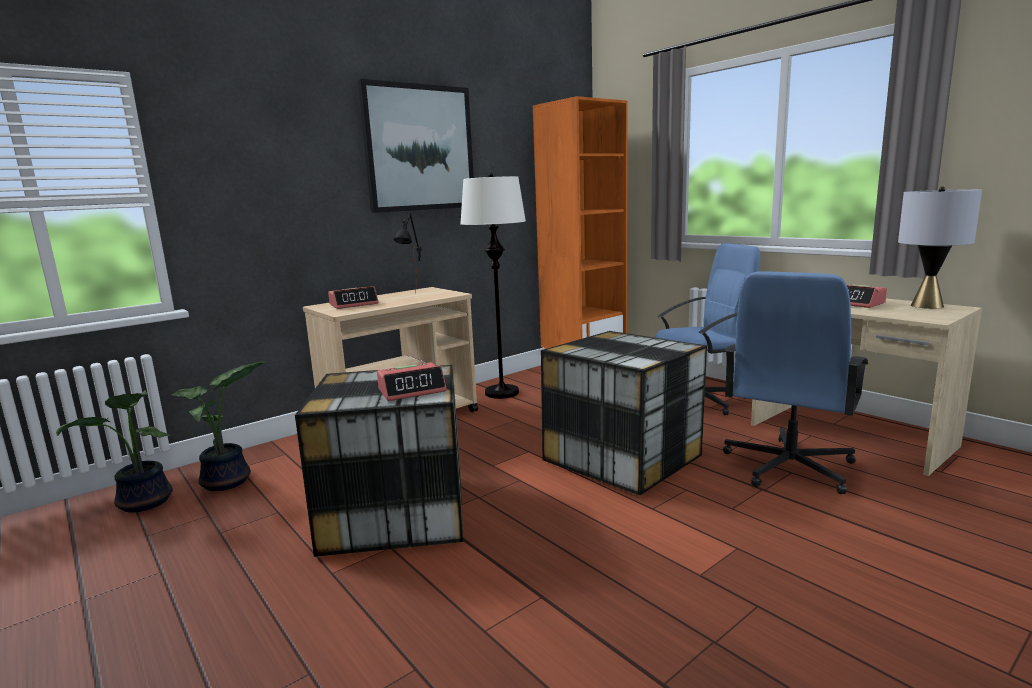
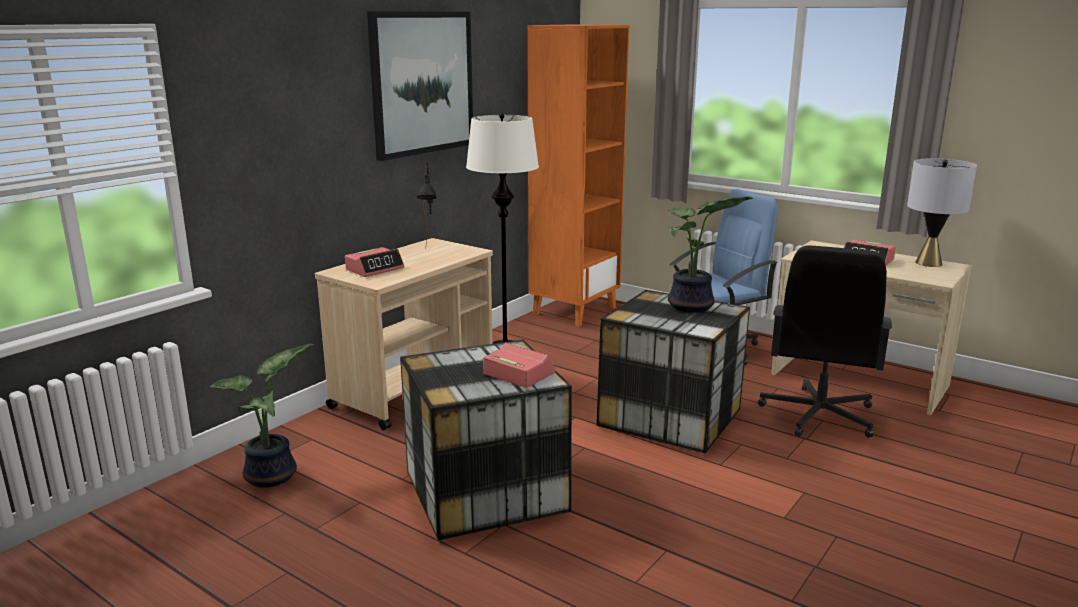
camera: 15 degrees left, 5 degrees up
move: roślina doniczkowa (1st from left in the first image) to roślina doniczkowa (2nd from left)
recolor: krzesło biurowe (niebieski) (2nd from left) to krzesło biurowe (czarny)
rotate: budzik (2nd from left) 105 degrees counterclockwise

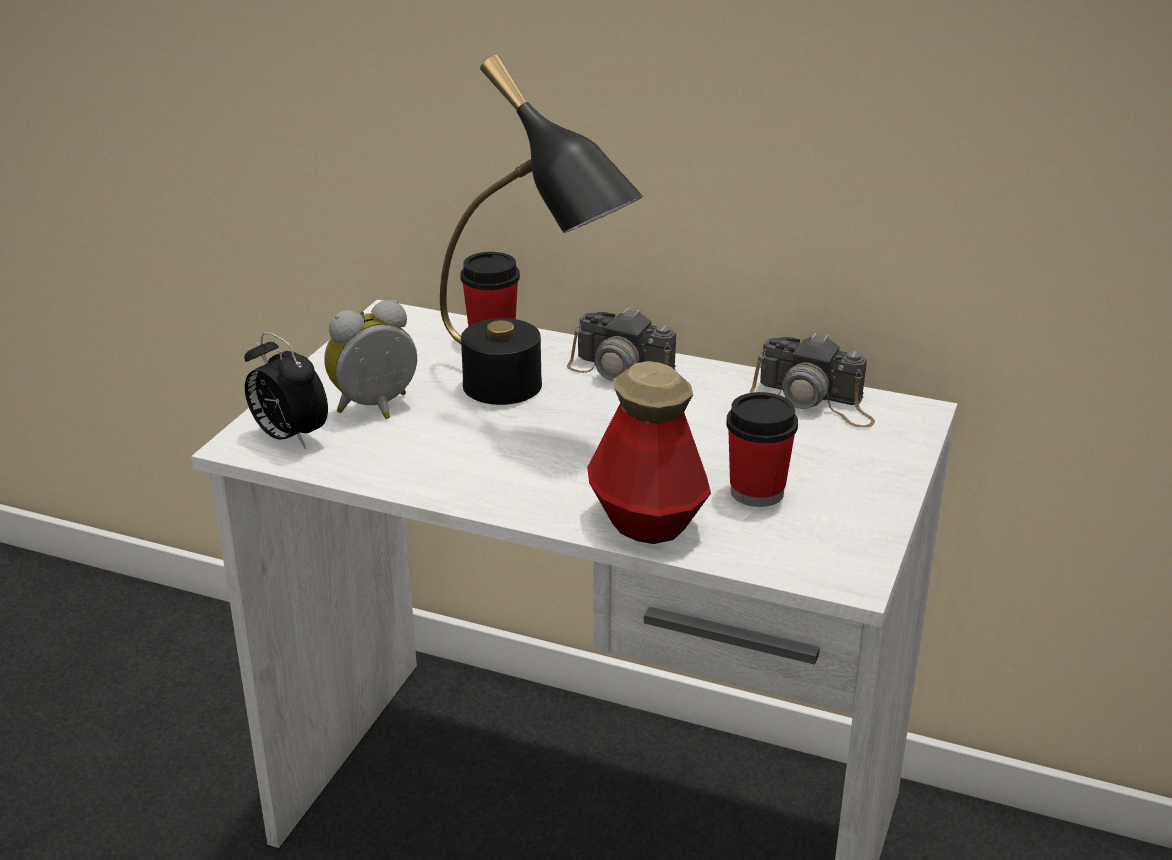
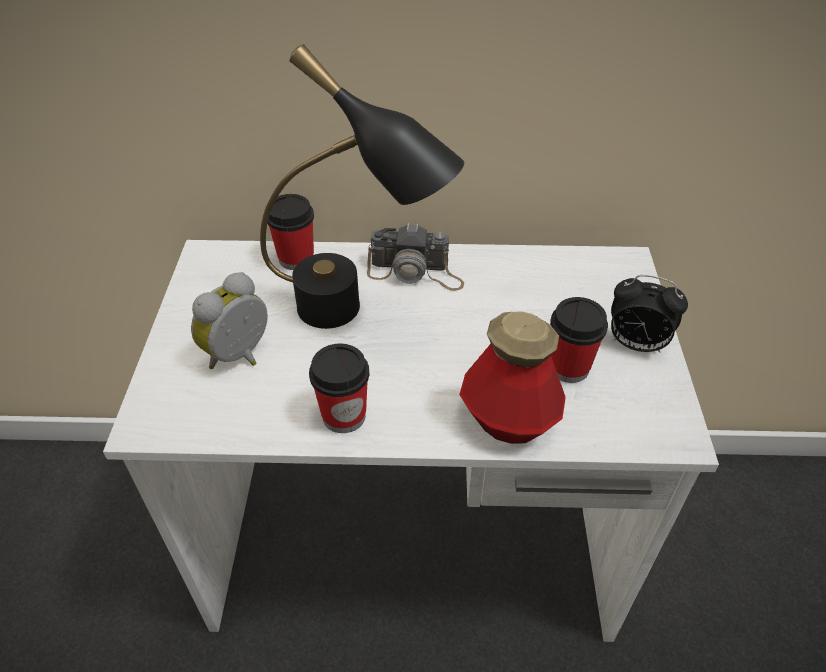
camera: 20 degrees left, 15 degrees up
delete: aparat fotograficzny (2nd from left)
insert: filiżanka (2nd from left)
move: budzik (1st from left in the first image) to budzik (2nd from left)

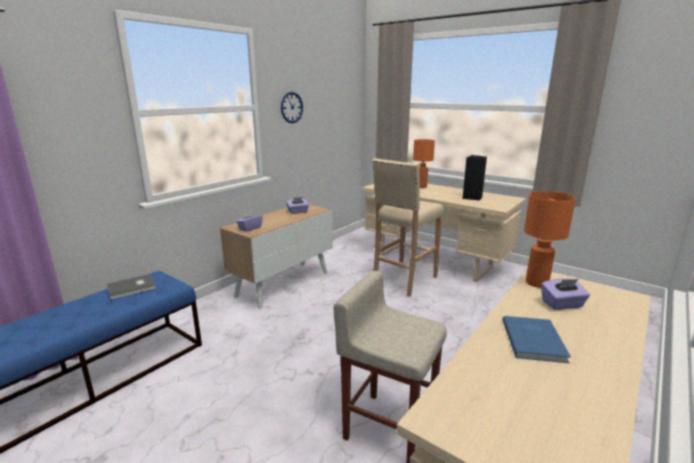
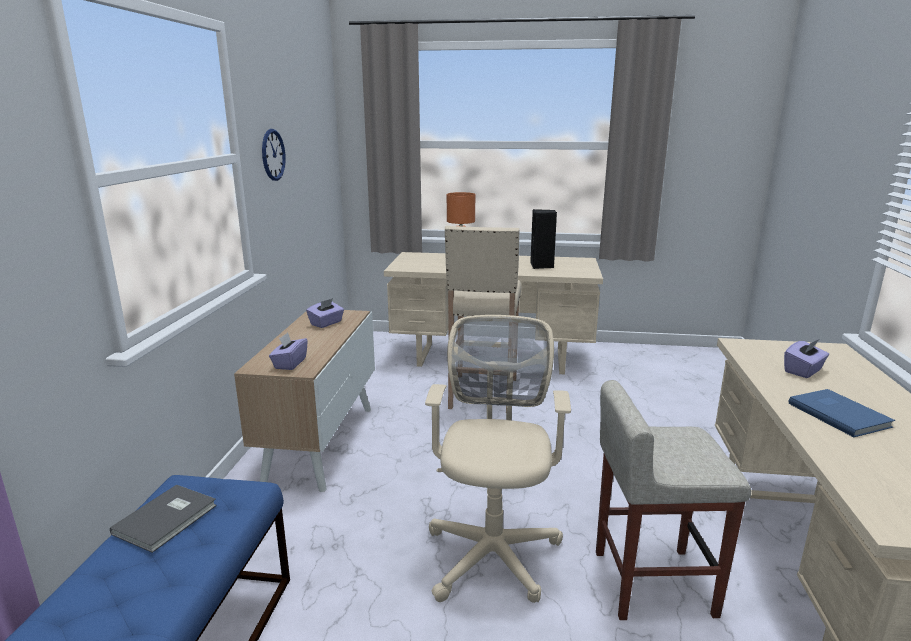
camera: 30 degrees left, 0 degrees up
delete: lampa stołowa (pomarańczowy) (2nd from left)
insert: krzesło biurowe (beżowy)

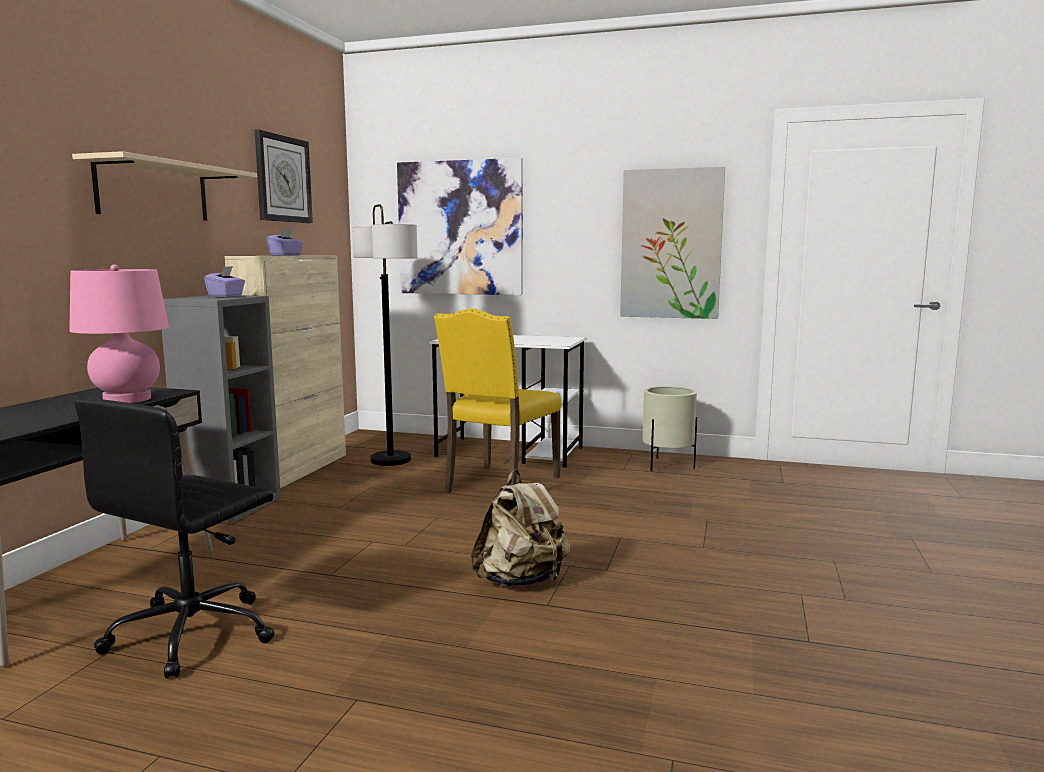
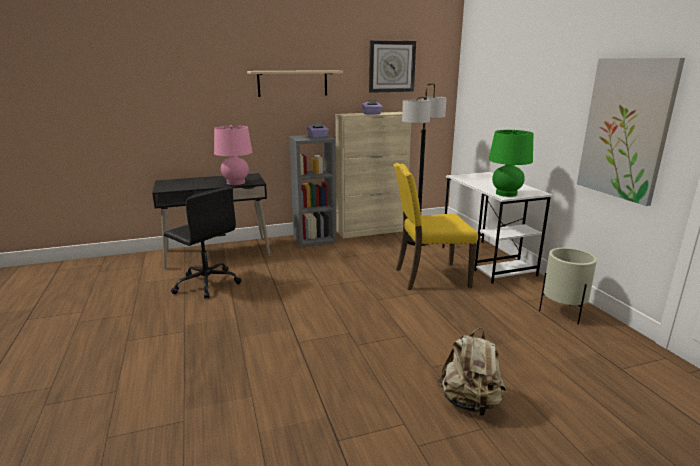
camera: 55 degrees right, 10 degrees up
delete: obraz (1st from left)
insert: lampa stołowa (zielony)
move: plecak (beżowy)
rotate: krzesło biurowe (czarny) 135 degrees counterclockwise

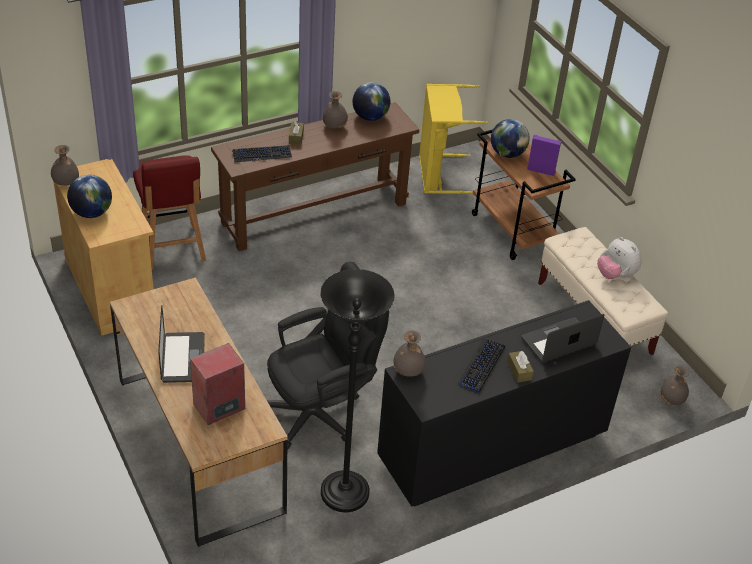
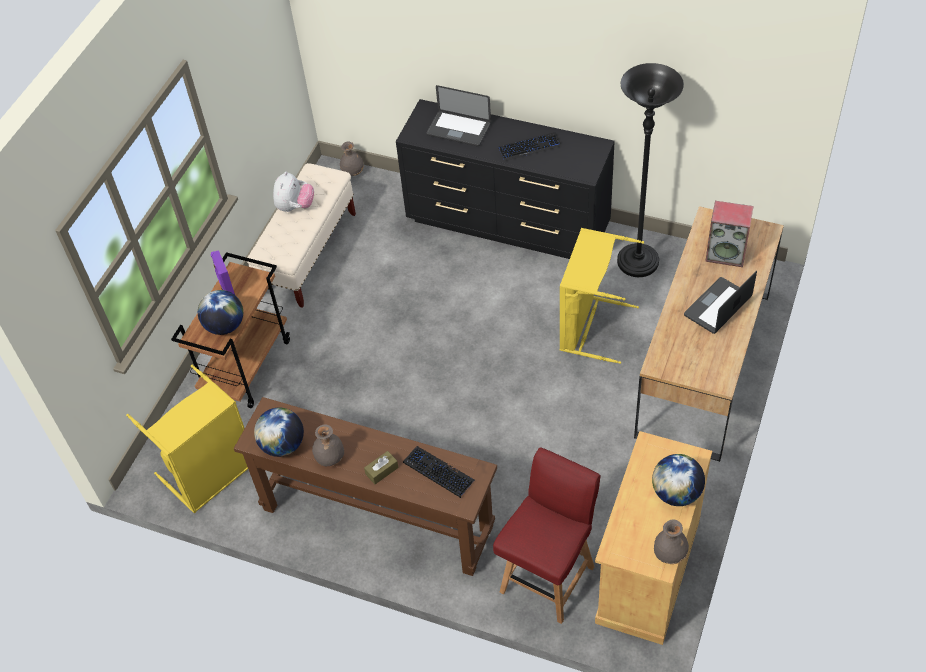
camera: 125 degrees left, 10 degrees up
delete: wazon (szary) (3rd from left); pudełko chusteczek (brązowy) (2nd from left)
replace: krzesło biurowe (czarny) to kosz na pranie (żółty) (2nd from left)

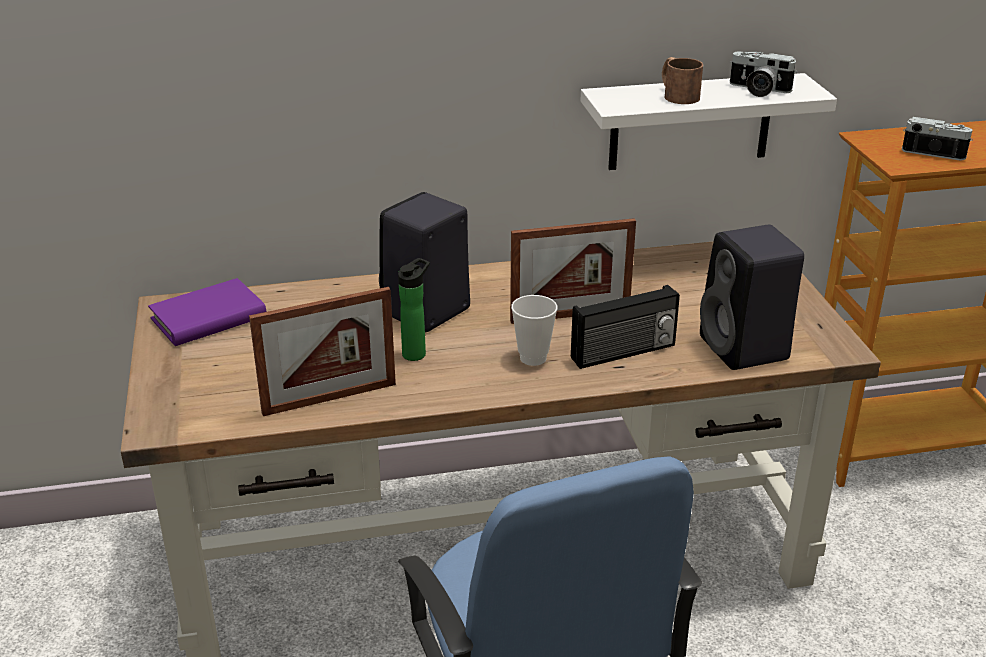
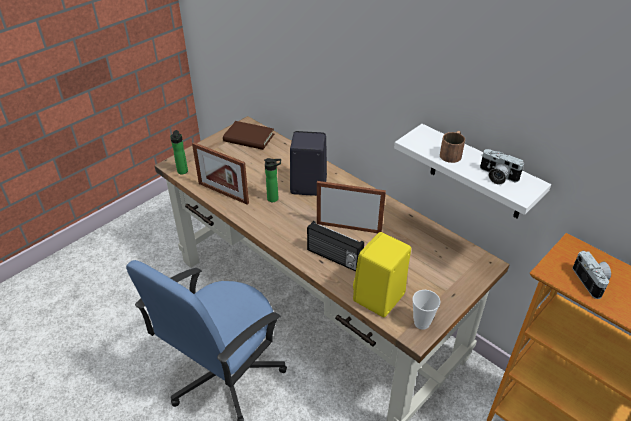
camera: 55 degrees right, 10 degrees up
insert: butelka (1st from left)
move: filiżanka
recolor: książka (fioletowy) to książka (brązowy); głośnik (czarny) (2nd from left) to głośnik (żółty)
rotate: ramka na zdjęcie (2nd from left) 150 degrees clockwise; aparat fotograficzny (1st from left) 45 degrees counterclockwise

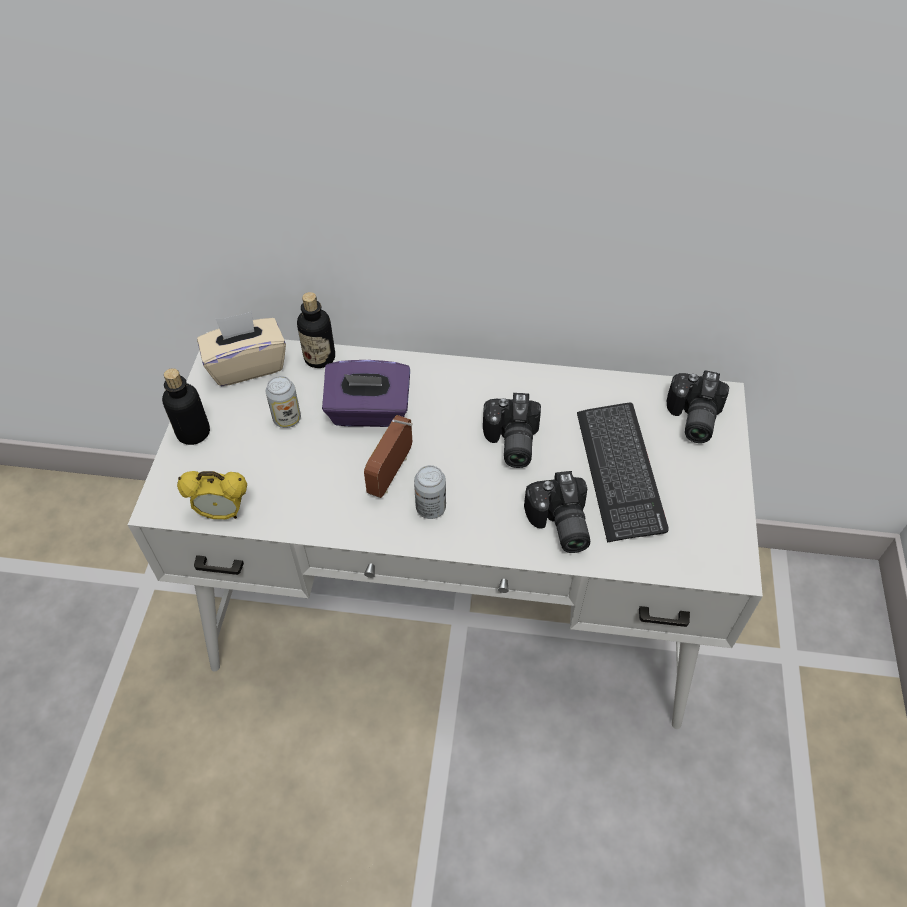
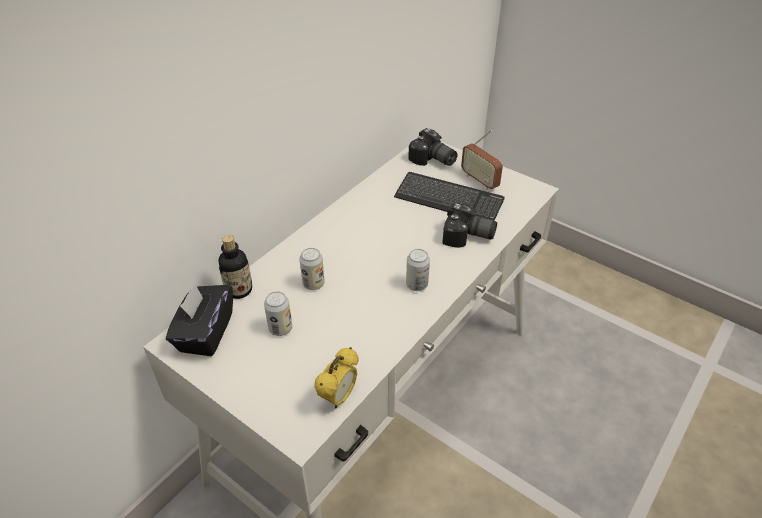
camera: 60 degrees left, 10 degrees down
delete: butelka (1st from left); aparat fotograficzny (1st from left)
move: radio
replace: pudełko chusteczek (fioletowy) to puszka (2nd from left)
recolor: pudełko chusteczek (beżowy) to pudełko chusteczek (czarny)

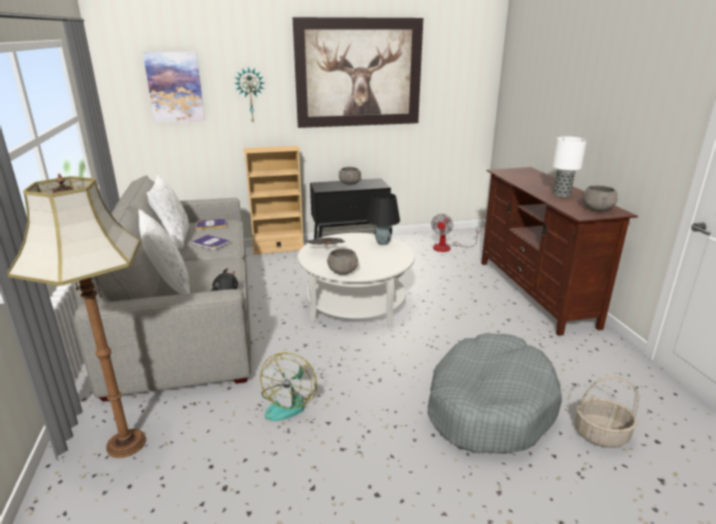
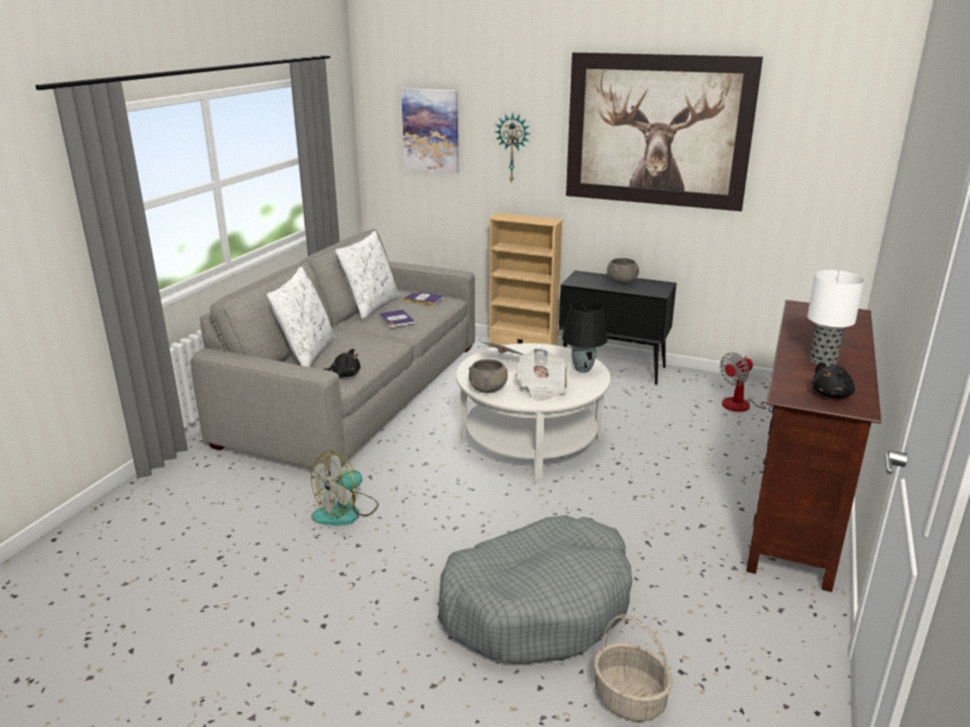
camera: 35 degrees right, 0 degrees up
delete: lampa stojąca
insert: gazeta (2nd from left)
replace: miska (szary) (3rd from left) to pluszak (czarny) (2nd from left)

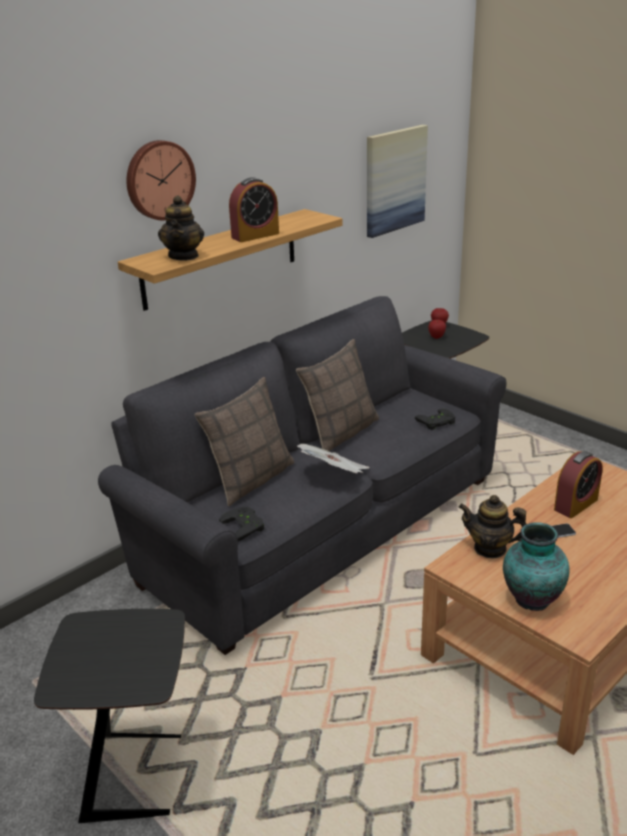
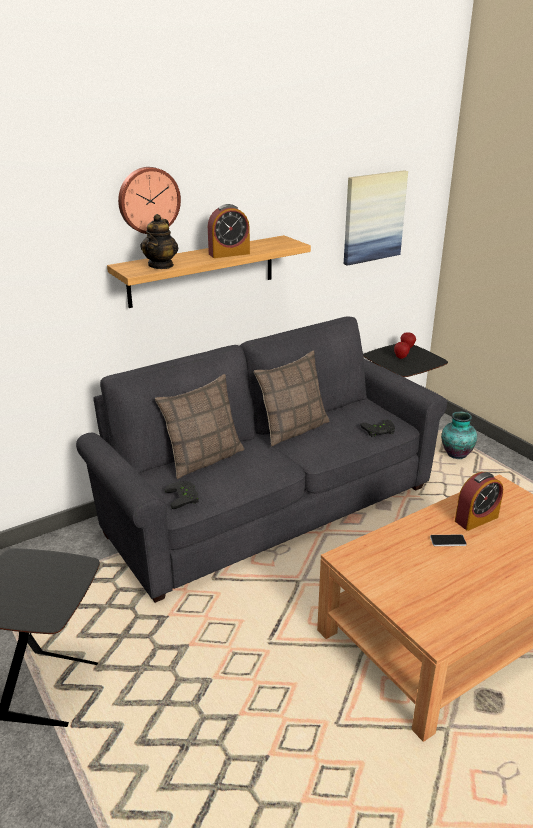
camera: 10 degrees right, 0 degrees up
delete: gazeta; imbryk (2nd from left)
move: wazon

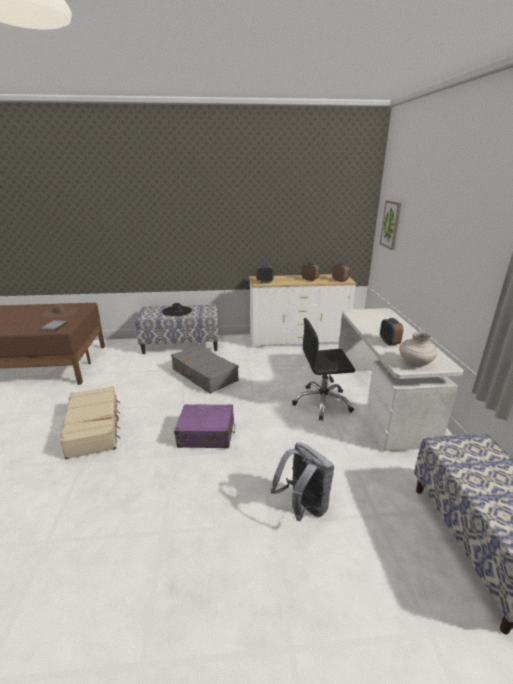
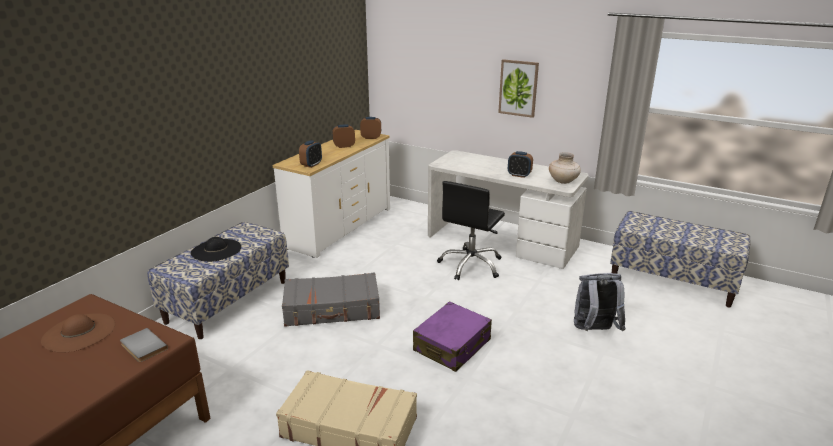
camera: 55 degrees left, 0 degrees up
move: obraz

